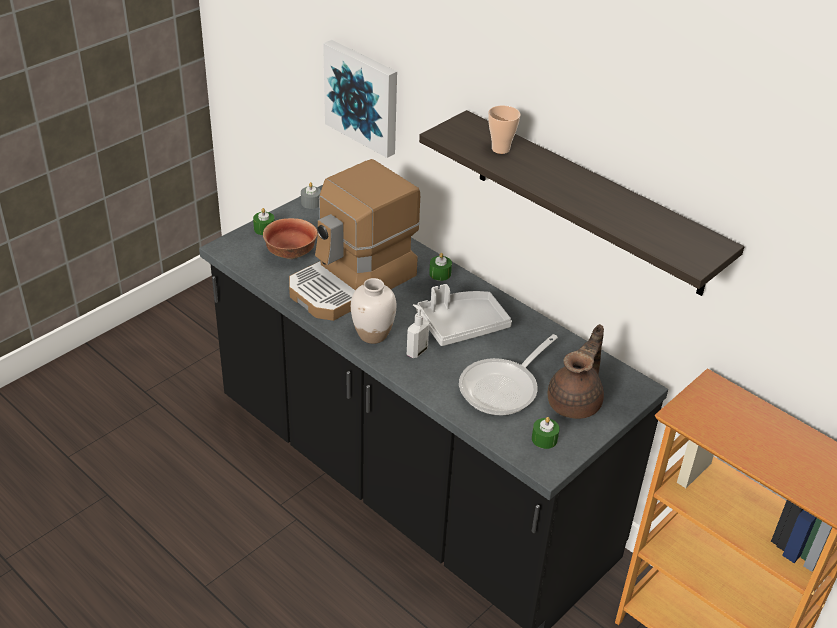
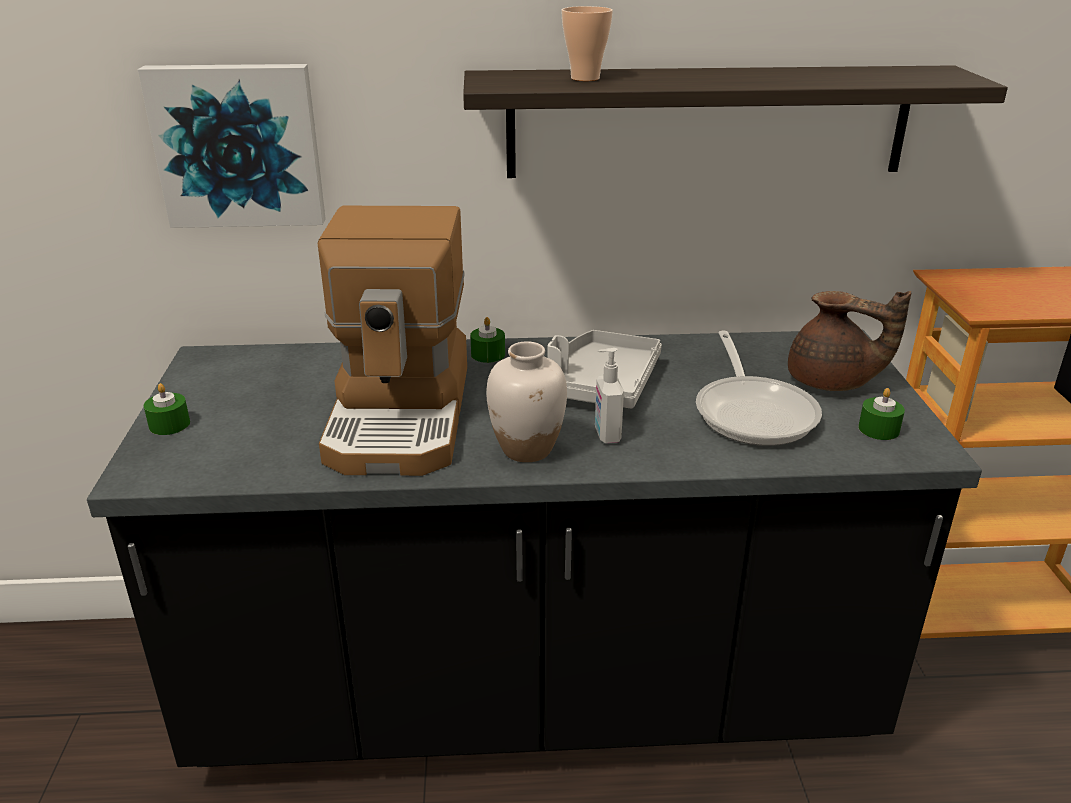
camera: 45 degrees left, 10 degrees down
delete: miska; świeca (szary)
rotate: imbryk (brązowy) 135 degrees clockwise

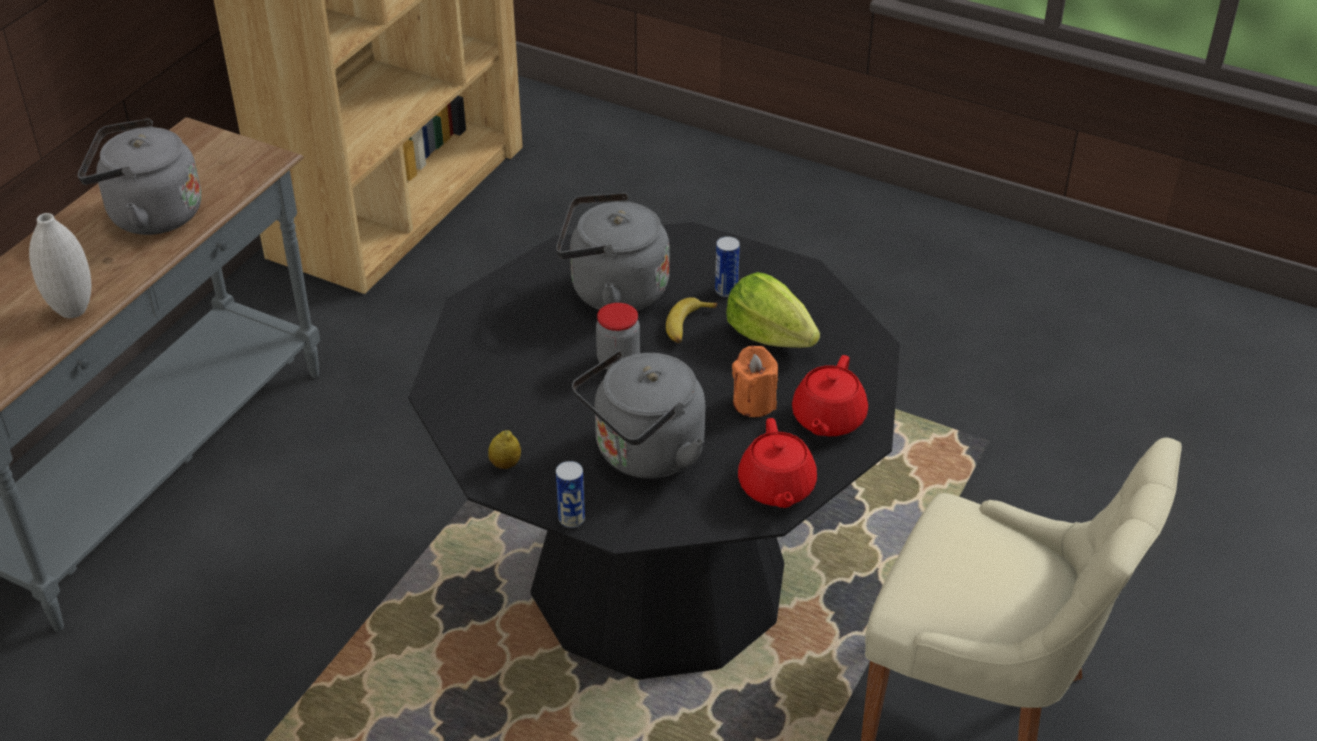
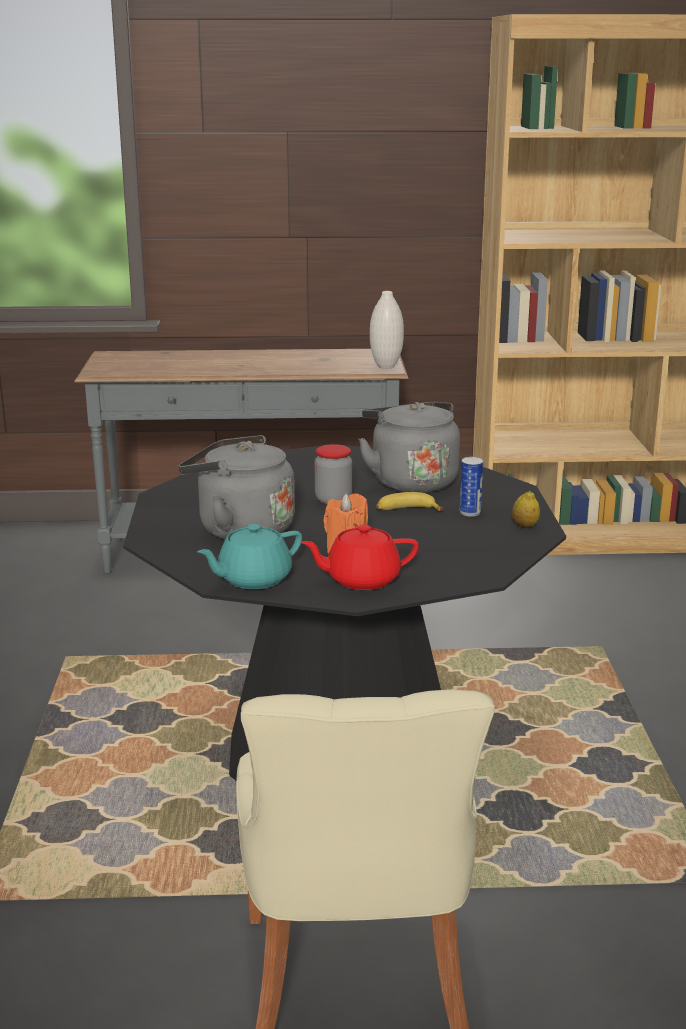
camera: 60 degrees right, 20 degrees down
delete: czajnik (szary) (1st from left); puszka (1st from left); sałata
move: wazon (biały); cytryna
recolor: imbryk (czerwony) (1st from left) to imbryk (turkusowy)

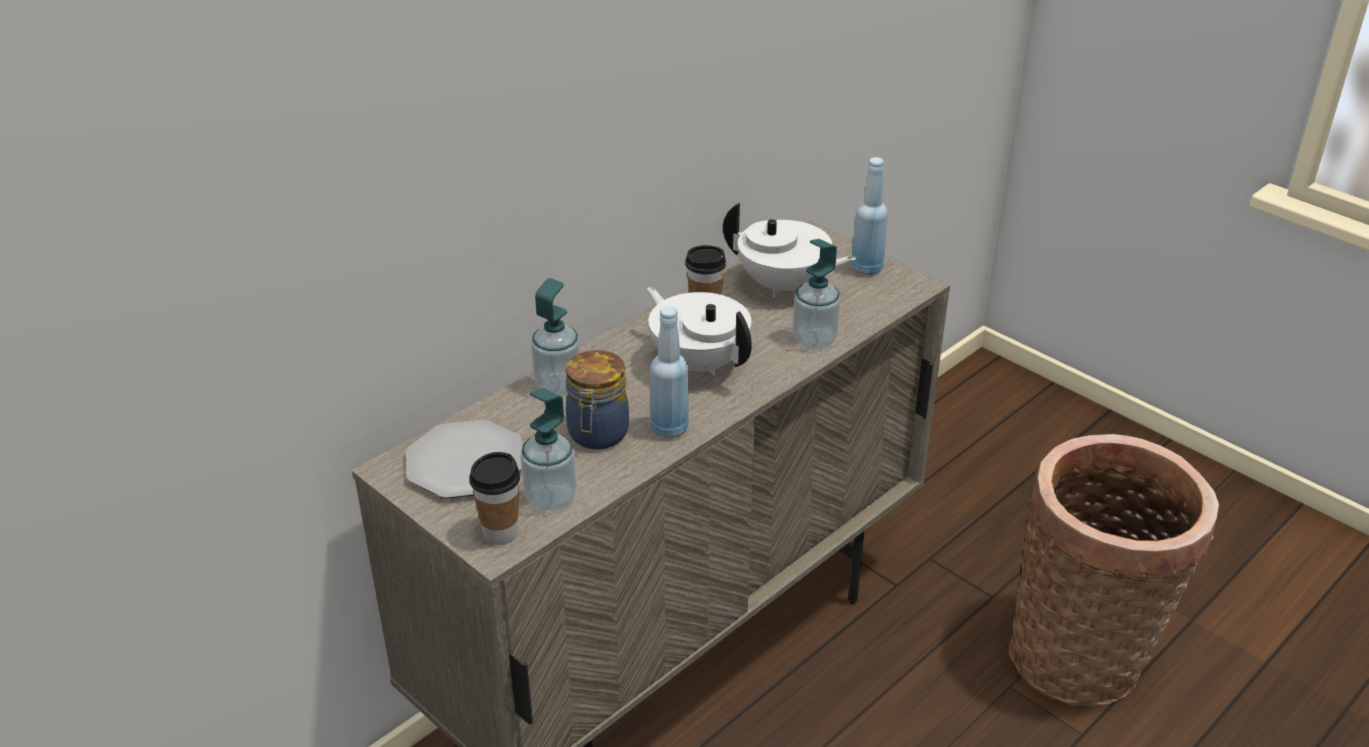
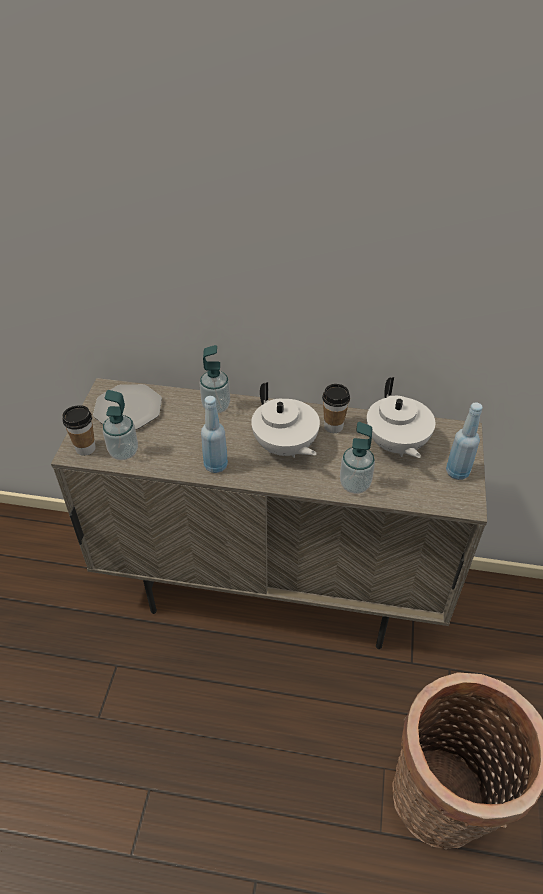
camera: 55 degrees right, 10 degrees up
delete: słoik
rotate: imbryk (biały) (1st from left) 135 degrees clockwise

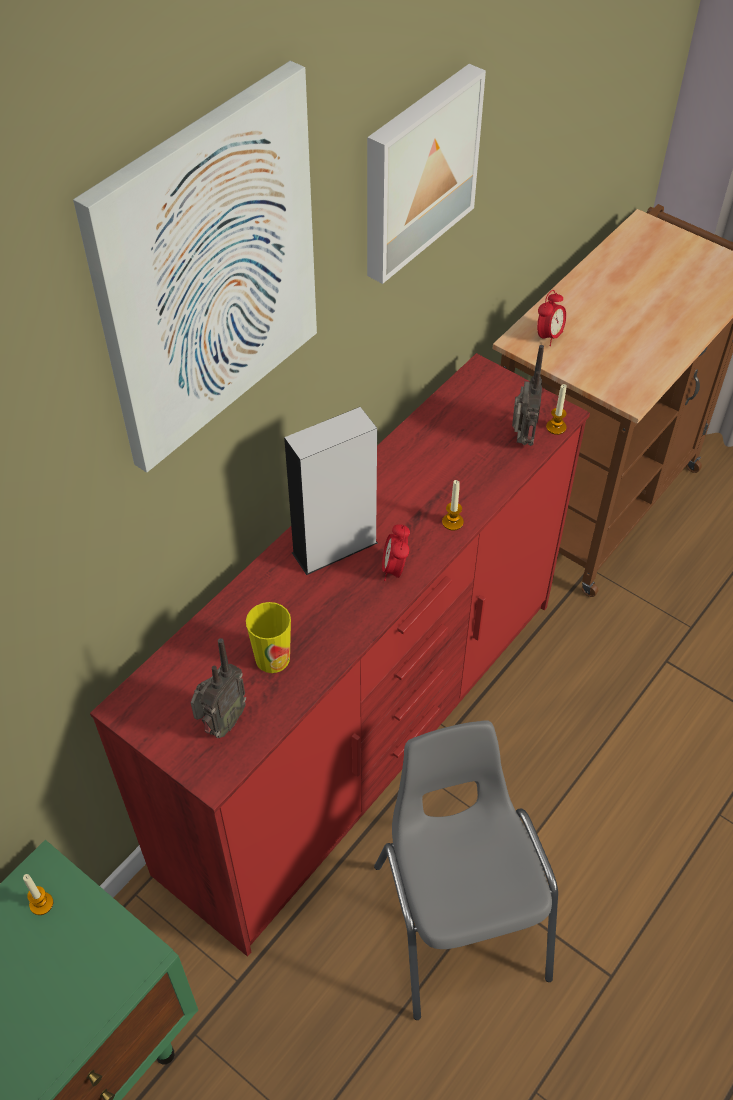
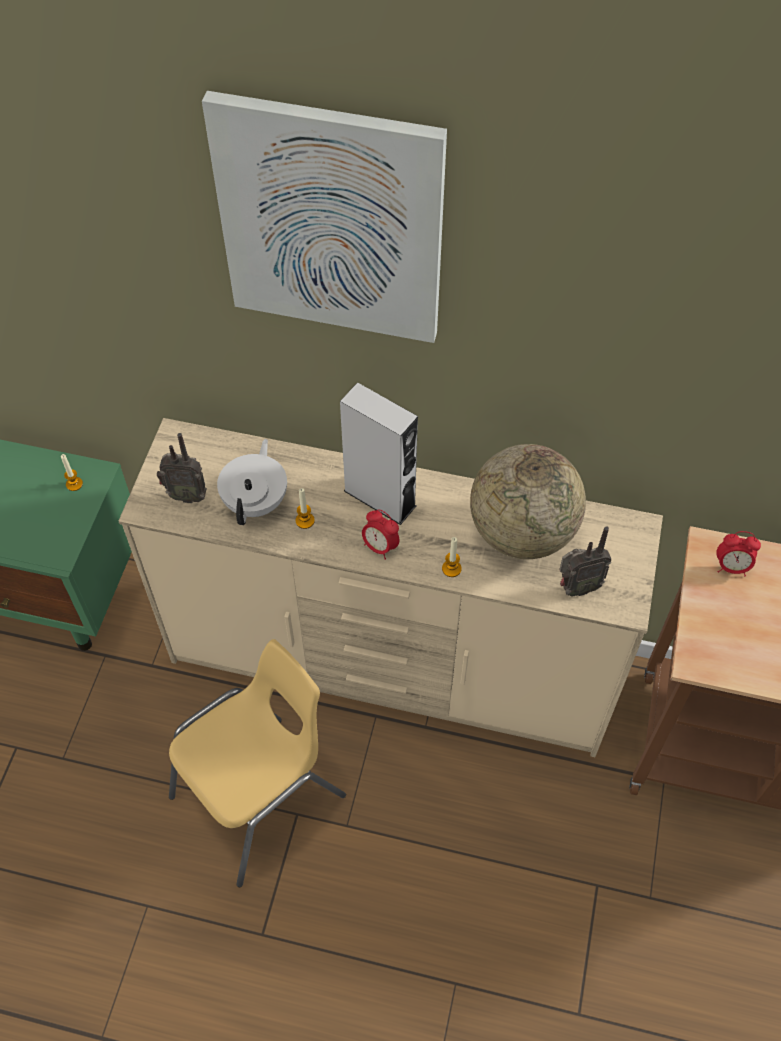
camera: 65 degrees right, 5 degrees up
delete: obraz (2nd from left)
insert: globus
move: świeca (3rd from left in the first image) to świeca (2nd from left)
replace: filiżanka to imbryk (biały)
recolor: komoda (czerwony) to komoda (beżowy); krzesło (szary) to krzesło (żółty)
rotate: budzik (1st from left) 120 degrees counterclockwise

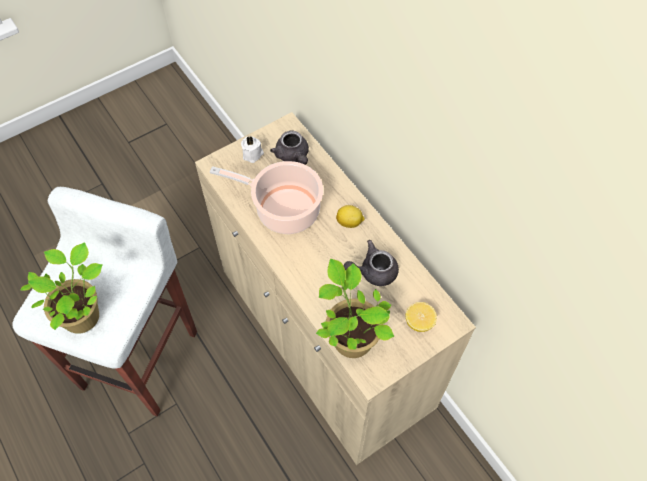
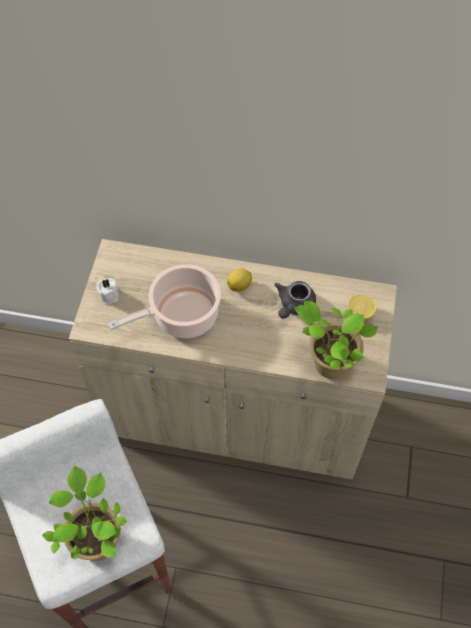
camera: 45 degrees left, 0 degrees up
delete: imbryk (szary) (1st from left)

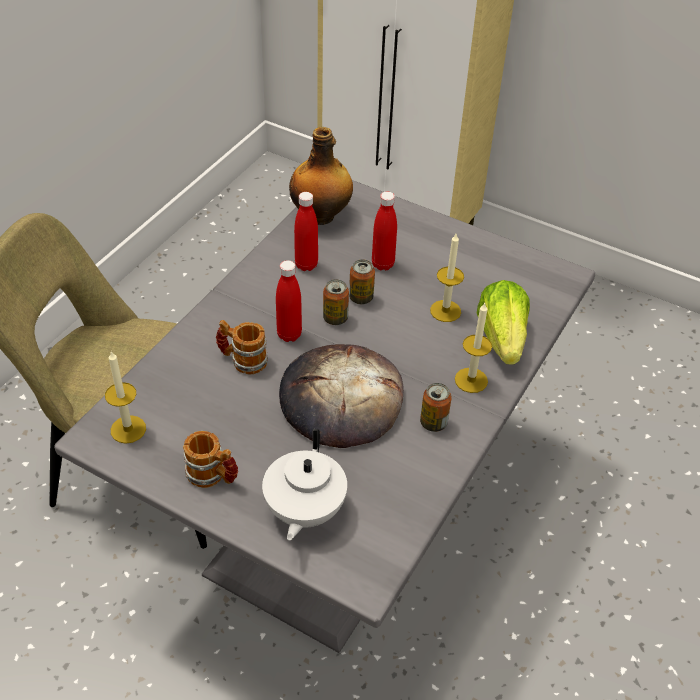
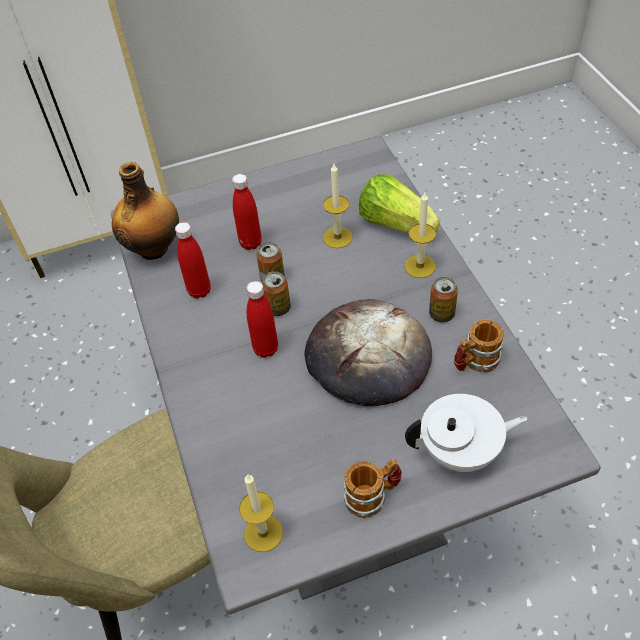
camera: 45 degrees left, 5 degrees up
move: kubek (2nd from left)
rotate: imbryk (biały) 60 degrees counterclockwise

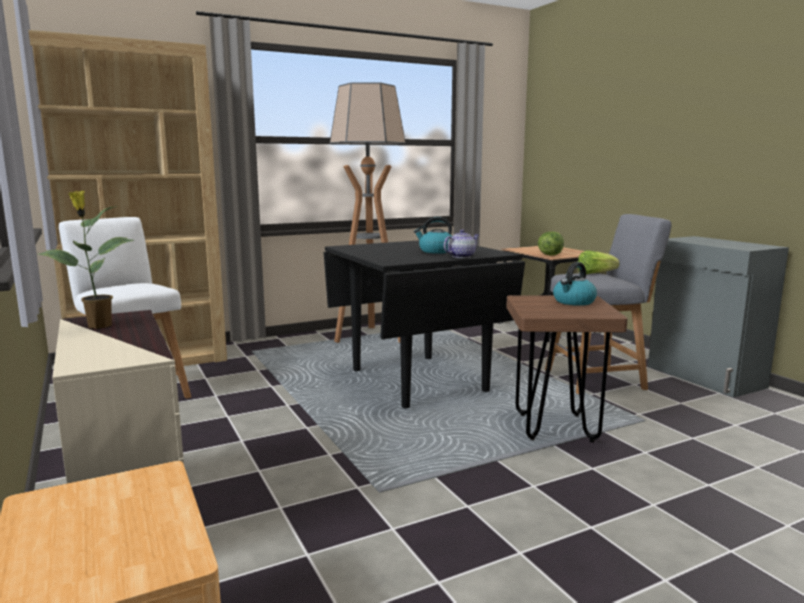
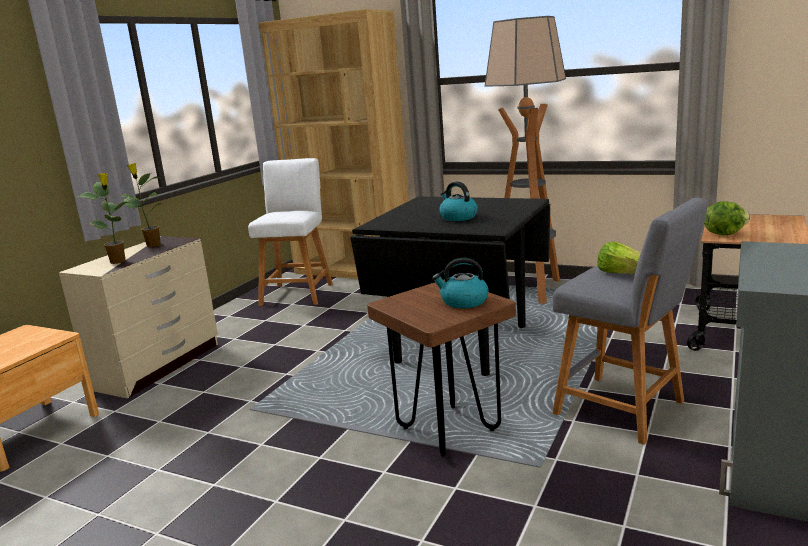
camera: 55 degrees right, 5 degrees up
delete: imbryk
insert: roślina doniczkowa (1st from left)

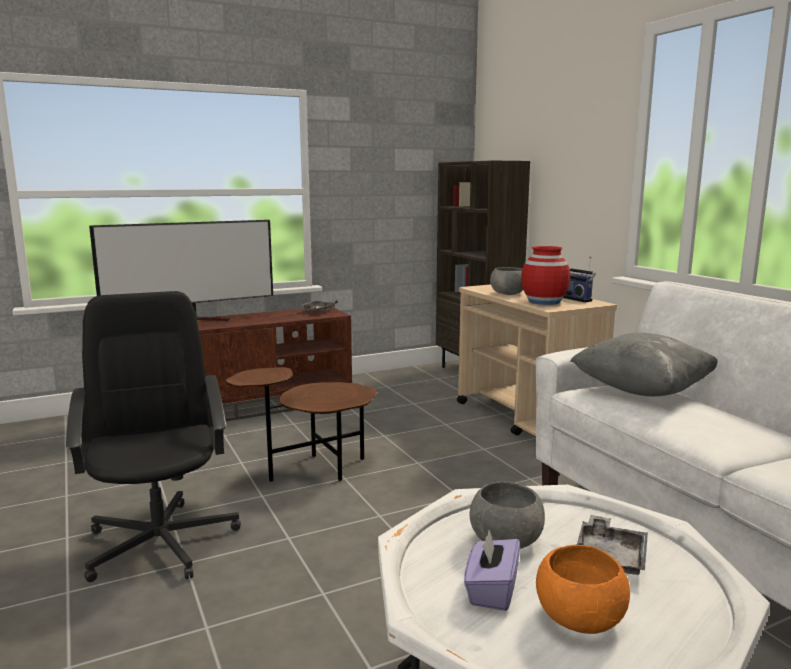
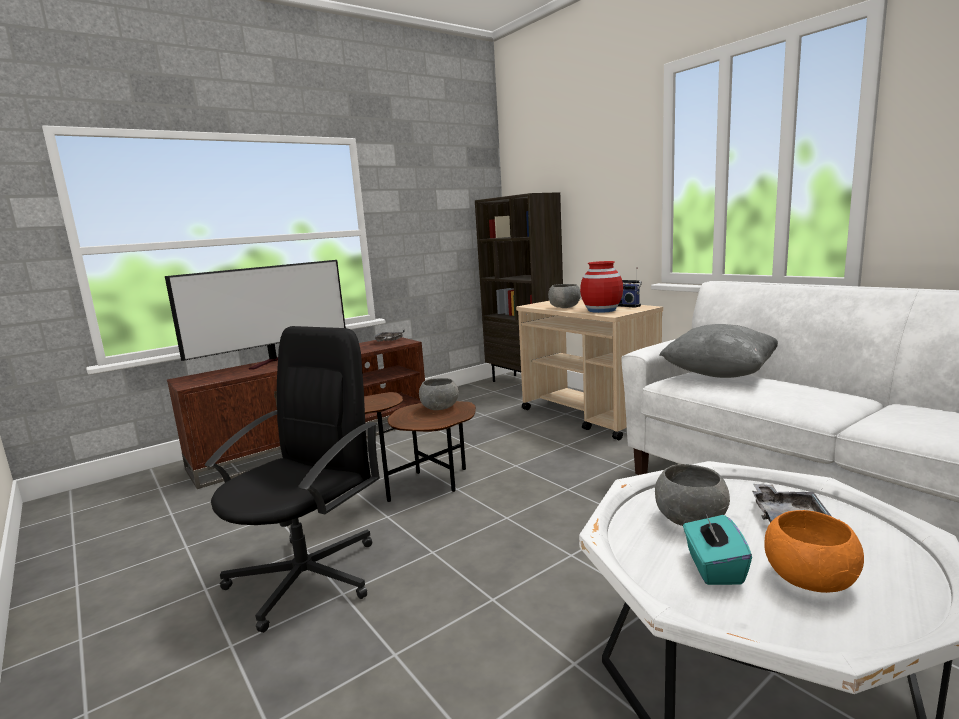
camera: 10 degrees left, 0 degrees up
insert: miska (szary) (1st from left)
recolor: pudełko chusteczek (fioletowy) to pudełko chusteczek (turkusowy)
rotate: krzesło biurowe (czarny) 60 degrees clockwise

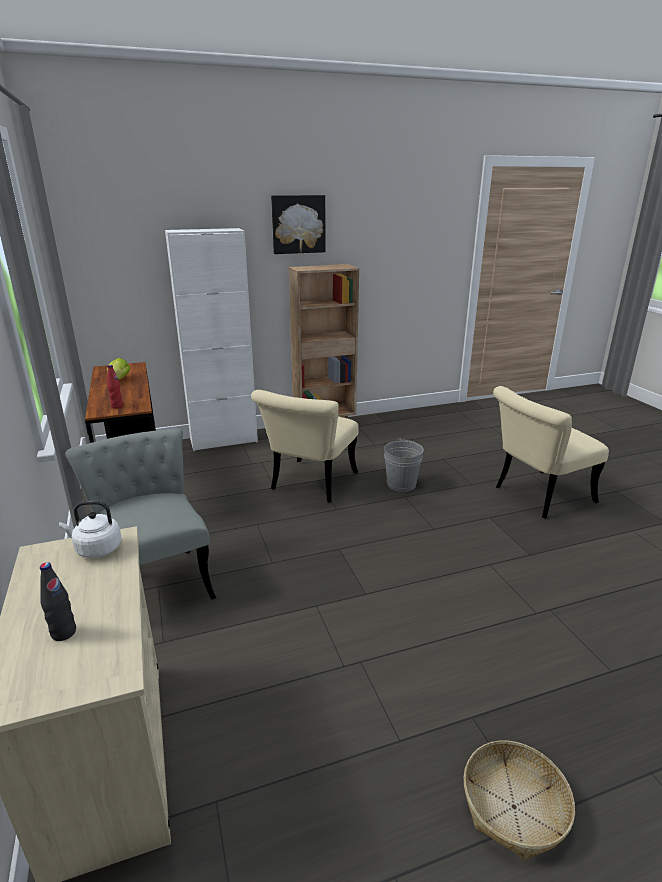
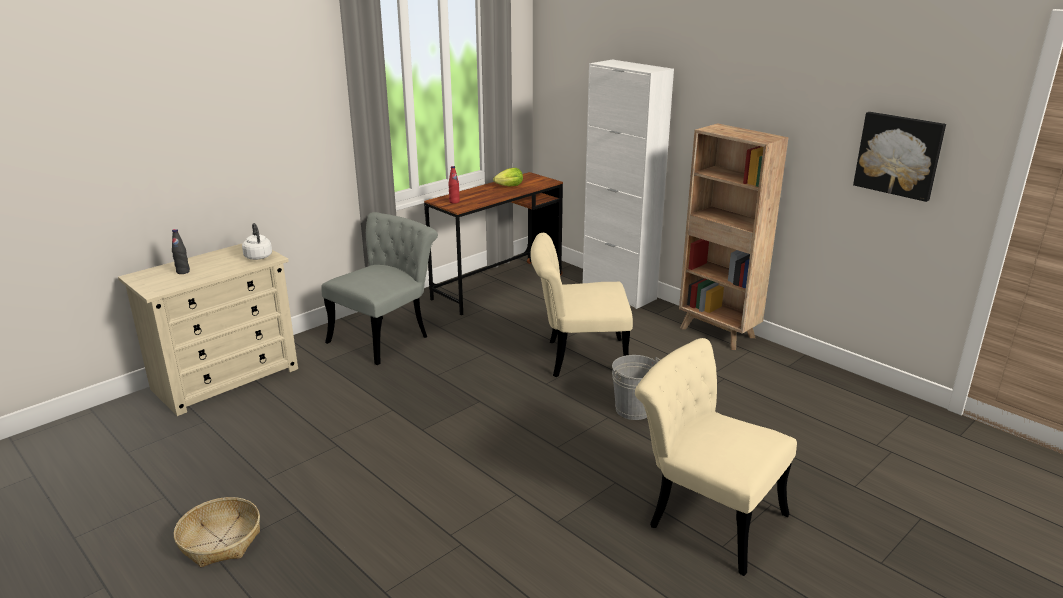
camera: 65 degrees right, 0 degrees up
move: obraz

